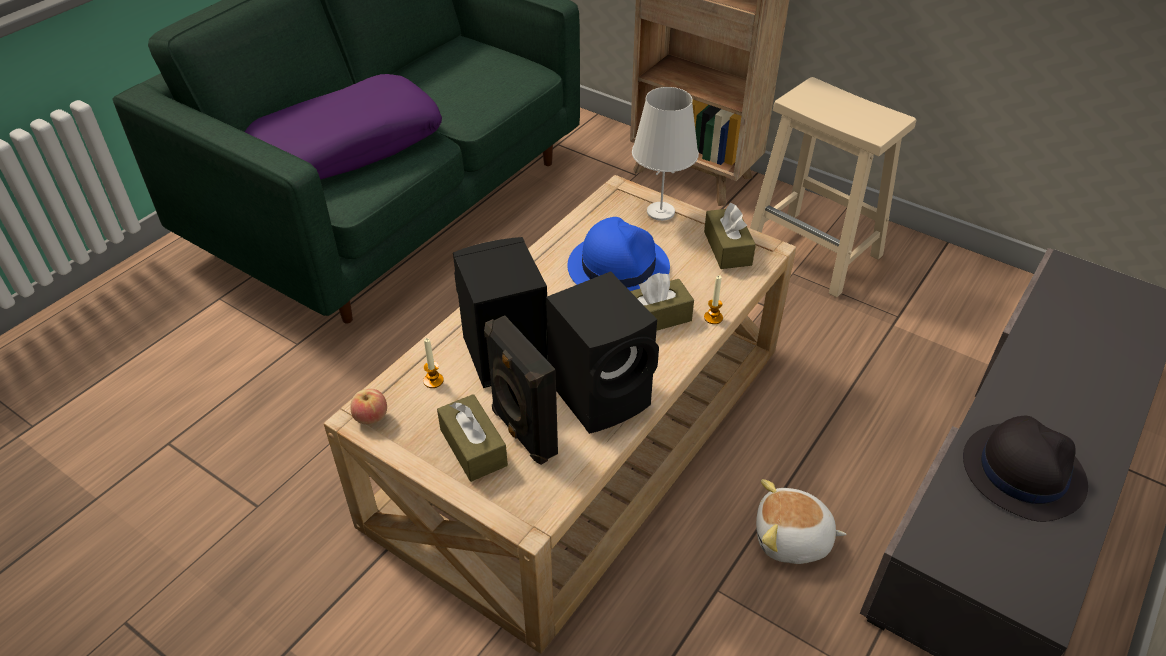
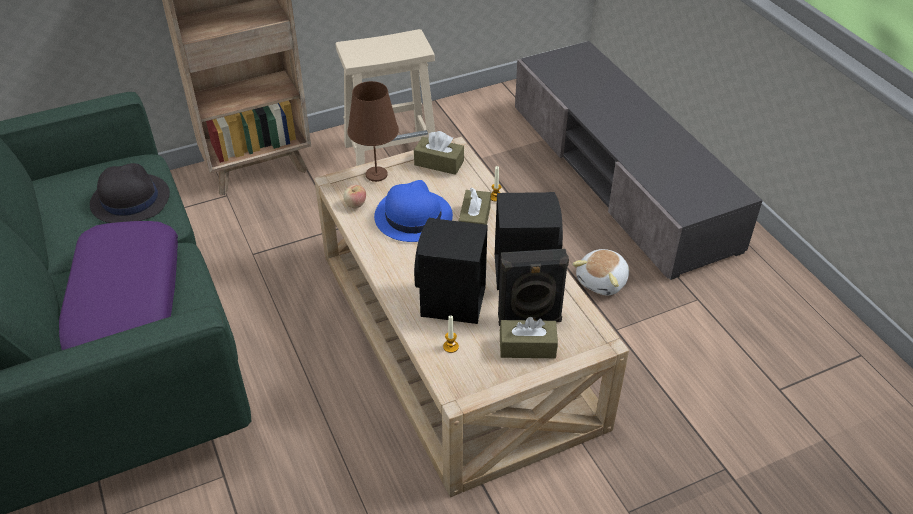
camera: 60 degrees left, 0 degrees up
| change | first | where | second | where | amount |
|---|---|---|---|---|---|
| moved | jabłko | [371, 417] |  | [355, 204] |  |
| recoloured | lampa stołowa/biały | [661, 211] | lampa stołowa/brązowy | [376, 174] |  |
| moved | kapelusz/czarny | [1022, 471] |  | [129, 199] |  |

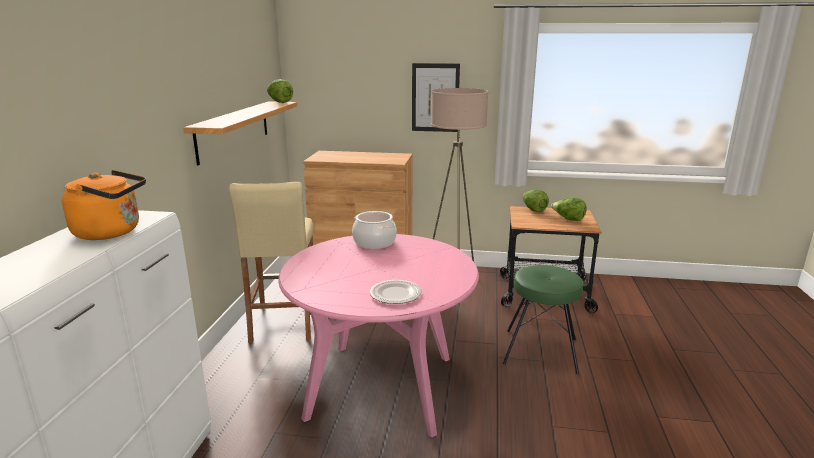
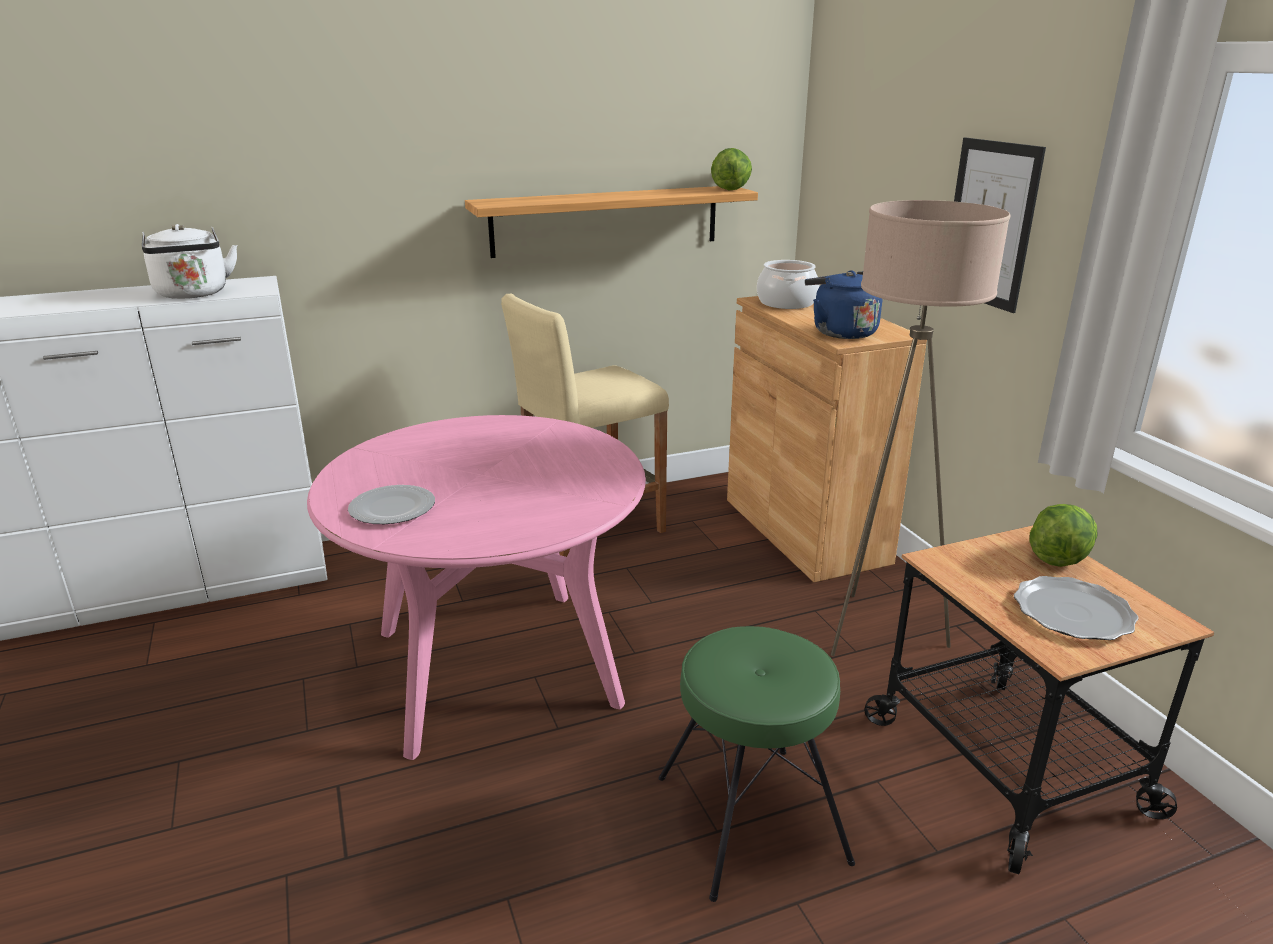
camera: 60 degrees right, 5 degrees up
| change | first | where | second | where | amount |
|---|---|---|---|---|---|
| recoloured | czajnik/pomarańczowy | [112, 232] | czajnik/biały | [193, 294] |  |
| moved | garnek | [375, 242] |  | [787, 303] |  |
| replaced | sałata | [568, 219] | talerz | [1072, 613] |  |
| added |  |  | czajnik/niebieski | [840, 332] |  |

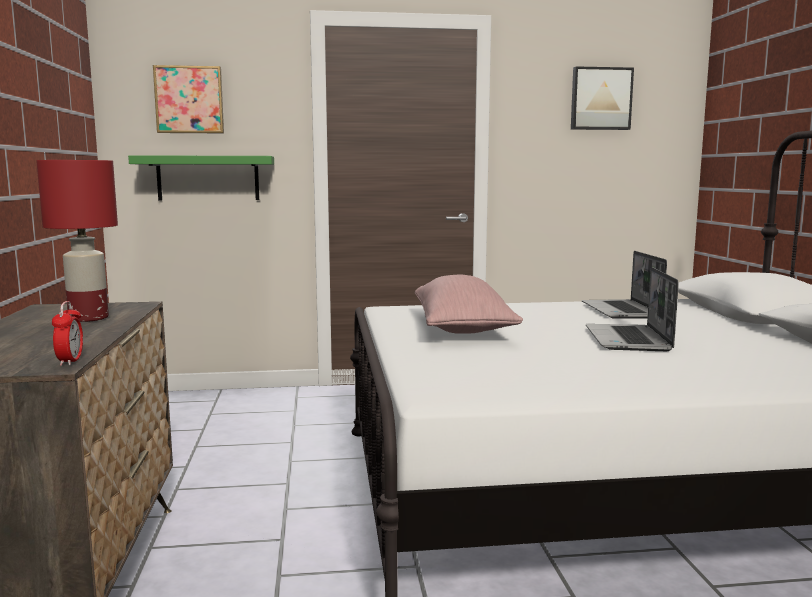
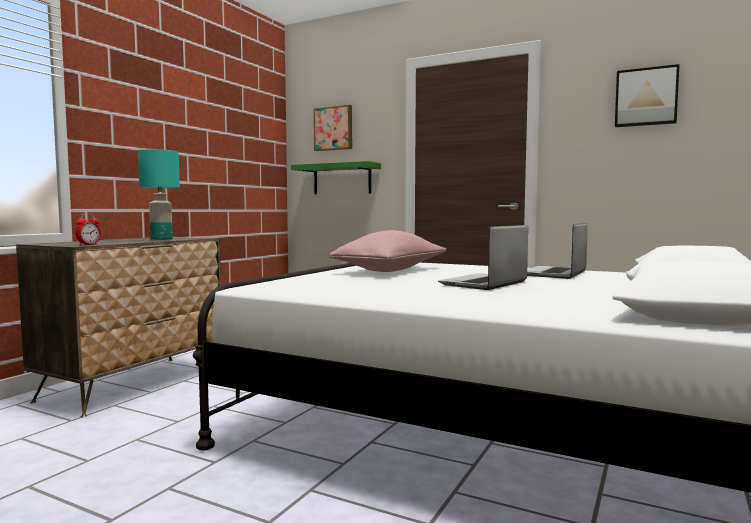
camera: 35 degrees right, 5 degrees down
| change | first | where | second | where | amount |
|---|---|---|---|---|---|
| recoloured | lampa stołowa/czerwony | [89, 318] | lampa stołowa/turkusowy | [162, 239] |  |

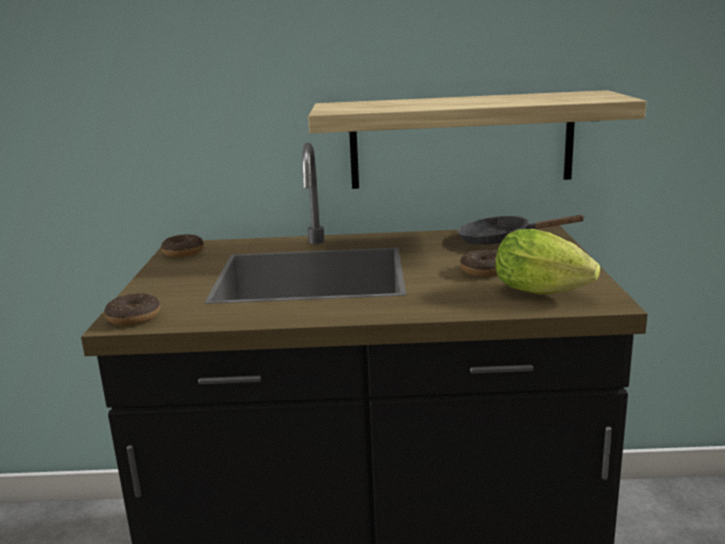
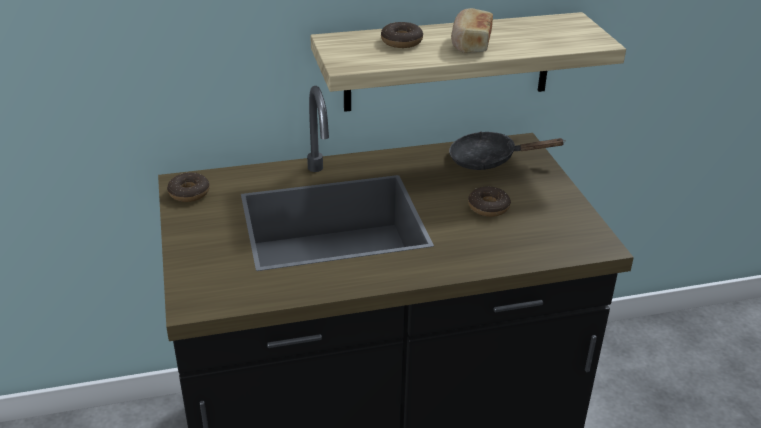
camera: 15 degrees left, 15 degrees up
| change | first | where | second | where | amount |
|---|---|---|---|---|---|
| moved | donut | [134, 317] |  | [401, 41] |  |
| removed | sałata | [546, 293] |  |  |  |
| added |  |  | chleb | [470, 43] |  |

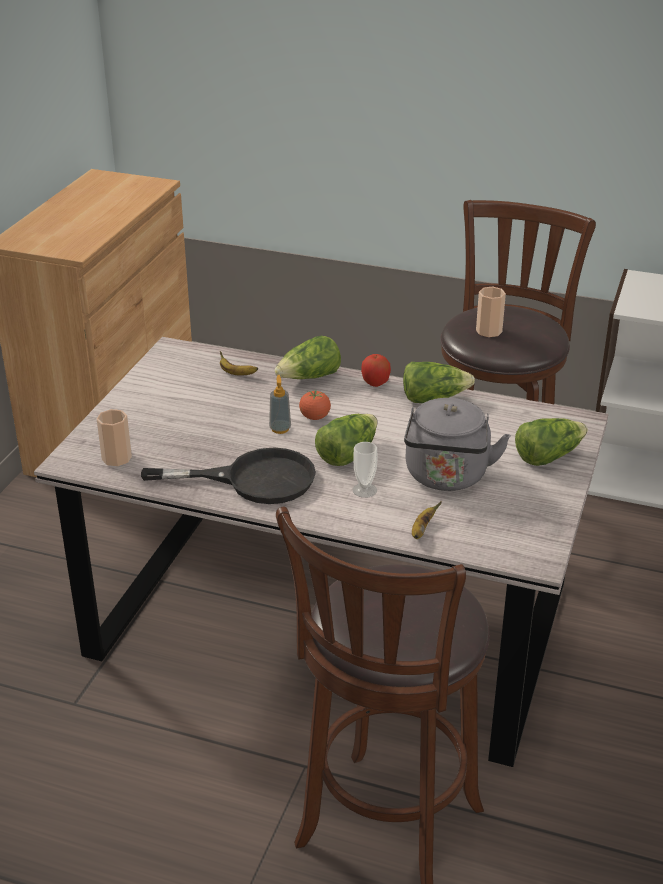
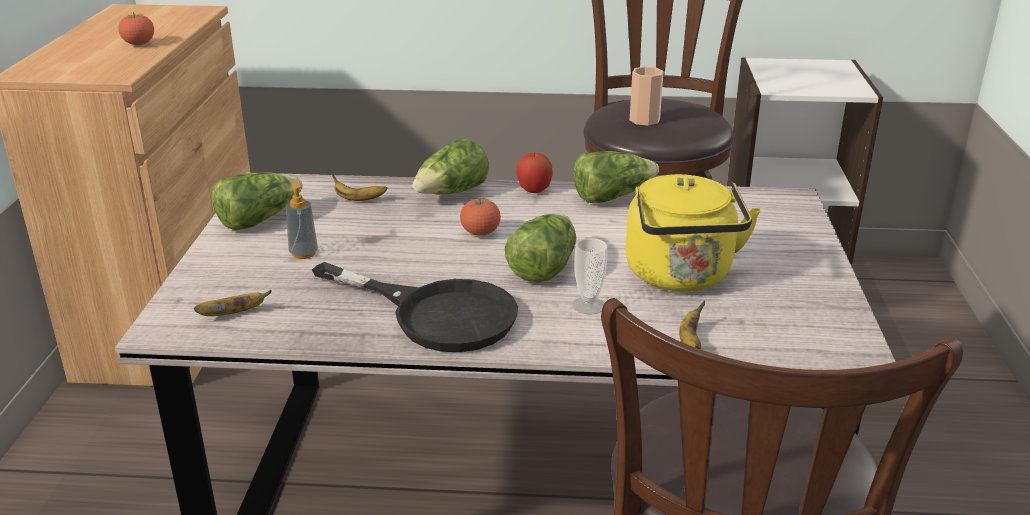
camera: 15 degrees left, 5 degrees down
| change | first | where | second | where | amount |
|---|---|---|---|---|---|
| replaced | filiżanka | [116, 458] | banan | [234, 314] |  |
| turned | patelnia/czarny | [253, 480] |  | [436, 314] | 45 degrees clockwise |
| moved | dozownik mydła | [280, 429] |  | [303, 253] |  |
| recoloured | czajnik/szary | [446, 477] | czajnik/żółty | [681, 277] |  |
| moved | sałata | [548, 456] |  | [258, 220] |  |
| added |  |  | pomidor | [139, 44] |  |

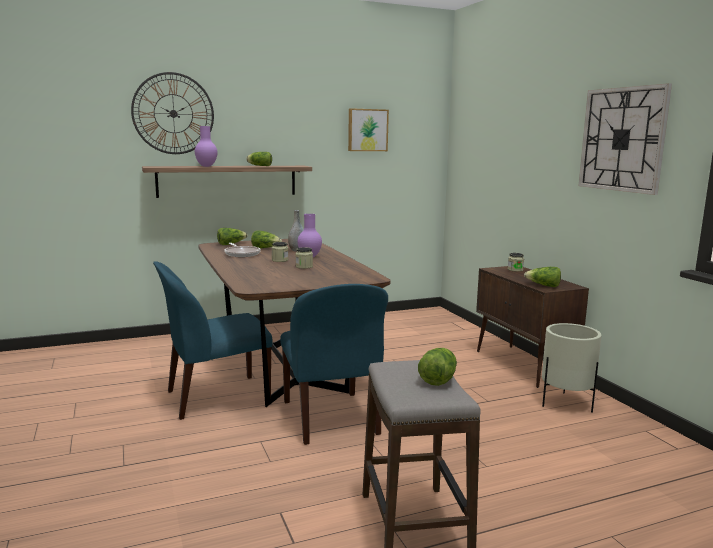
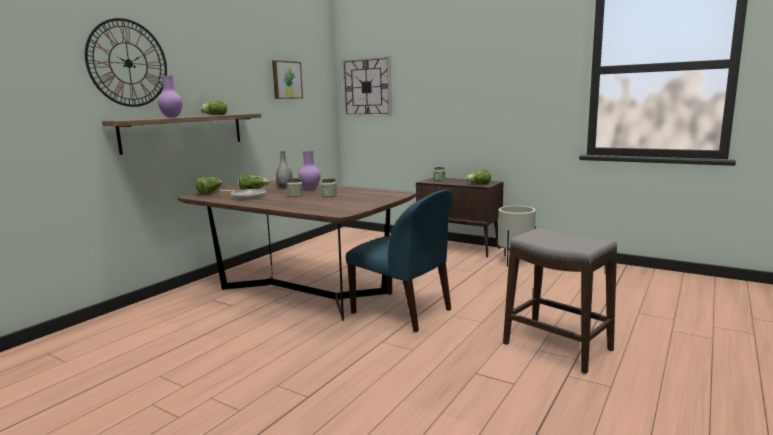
camera: 35 degrees left, 0 degrees up
| change | first | where | second | where | amount |
|---|---|---|---|---|---|
| removed | krzesło/niebieski | [215, 397] |  |  |  |
| removed | sałata | [437, 378] |  |  |  |
| moved | zegar ścienny | [622, 139] |  | [367, 87] |  |

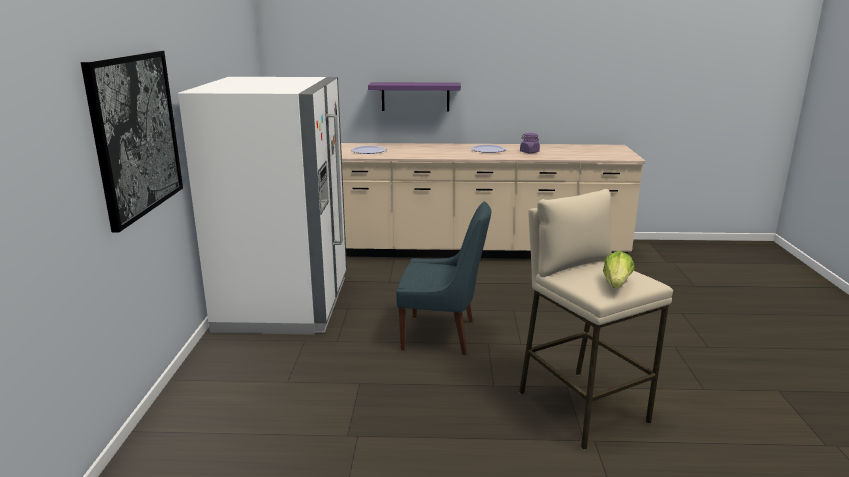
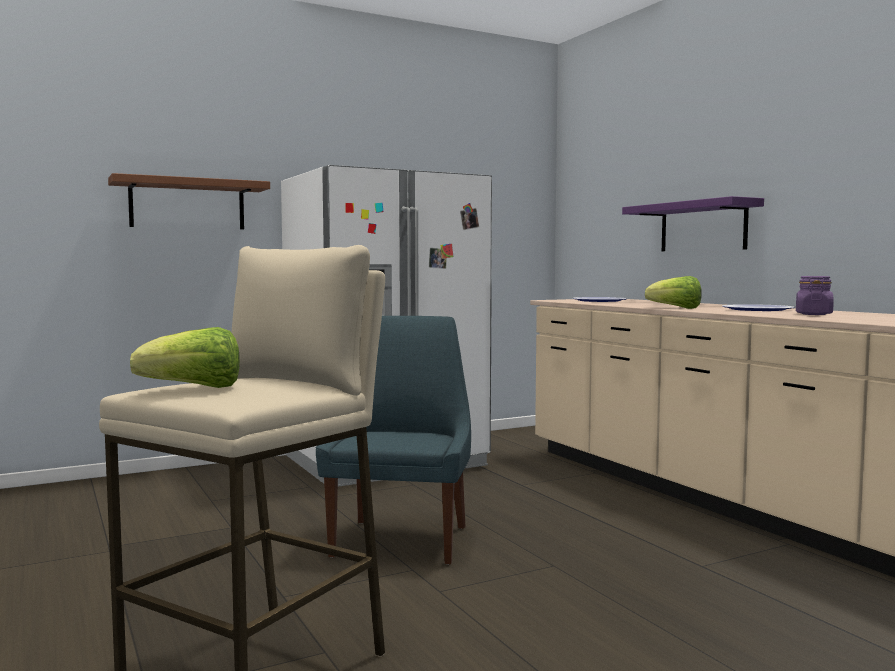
camera: 60 degrees right, 15 degrees down
| change | first | where | second | where | amount |
|---|---|---|---|---|---|
| replaced | obraz | [136, 135] | półka/brązowy | [187, 204] |  |
| turned | krzesło/niebieski | [442, 335] |  | [402, 539] | 150 degrees counterclockwise |
| added |  |  | sałata | [676, 308] |  |

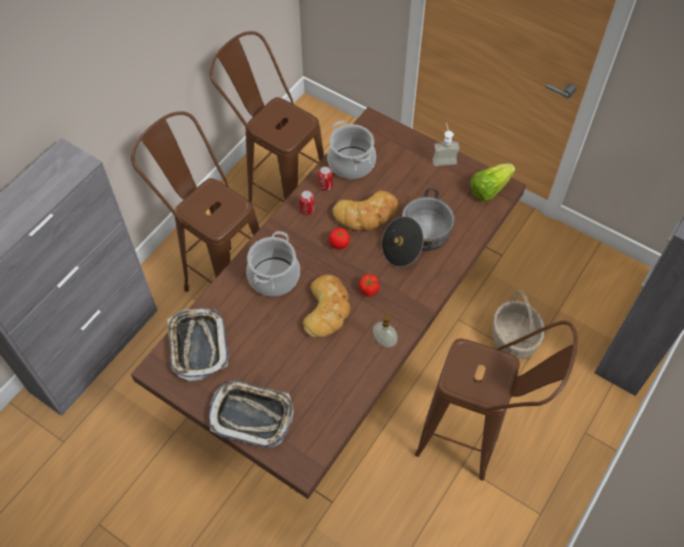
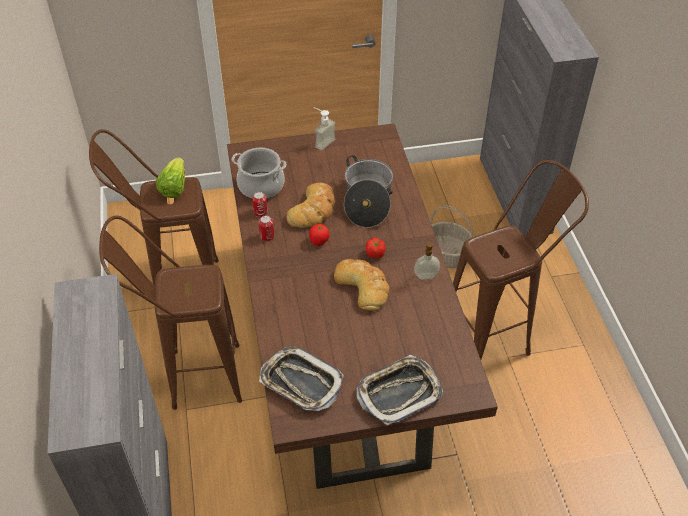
camera: 45 degrees left, 10 degrees down
| change | first | where | second | where | amount |
|---|---|---|---|---|---|
| removed | garnek | [273, 276] |  |  |  |
| moved | sałata | [489, 189] |  | [174, 187] |  |

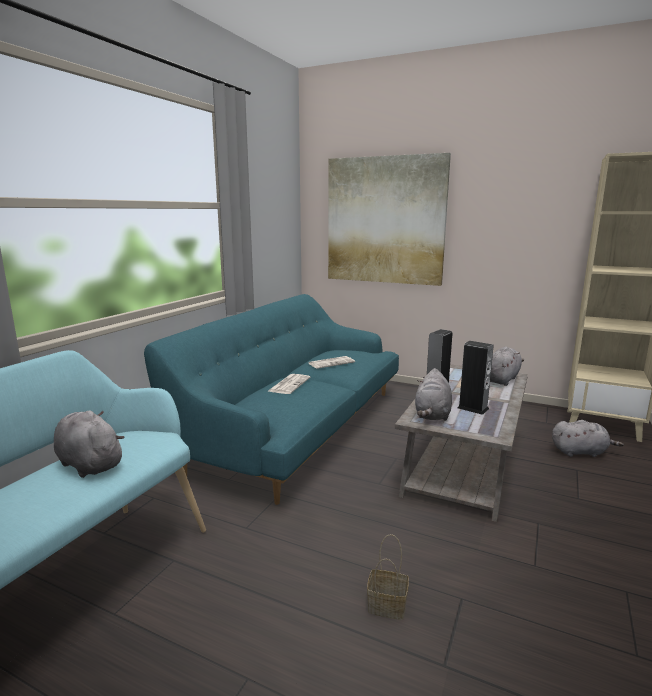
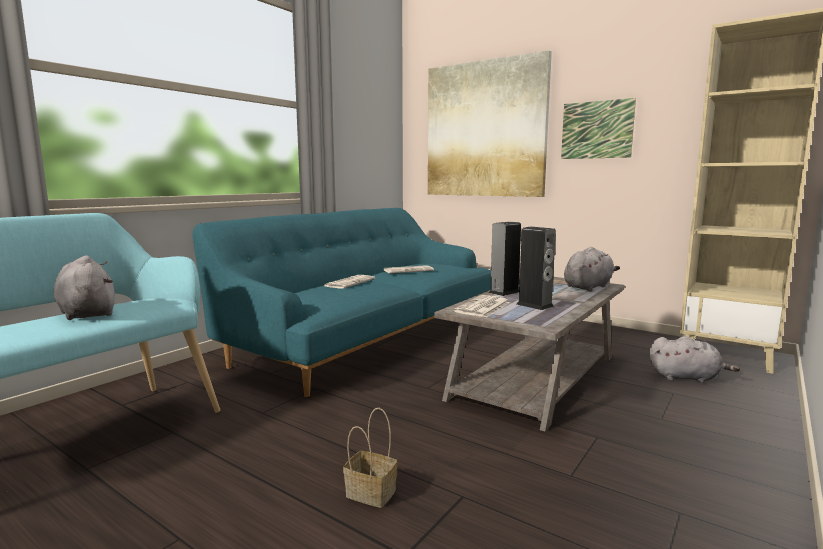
camera: 10 degrees right, 5 degrees down
| change | first | where | second | where | amount |
|---|---|---|---|---|---|
| replaced | pluszak/szary | [432, 414] | gazeta | [483, 307] |  |
| added |  |  | obraz | [596, 130] |  |

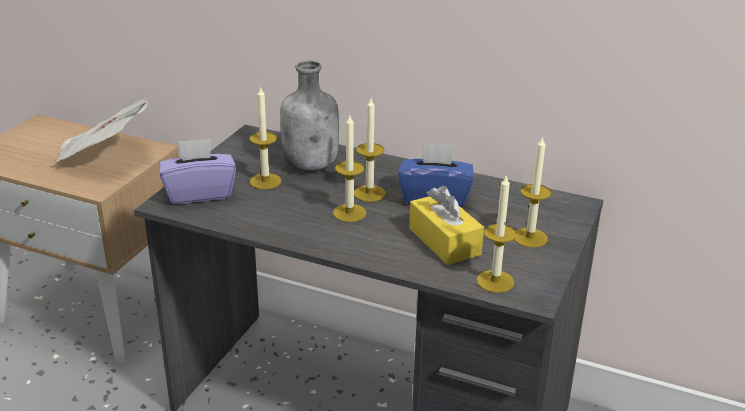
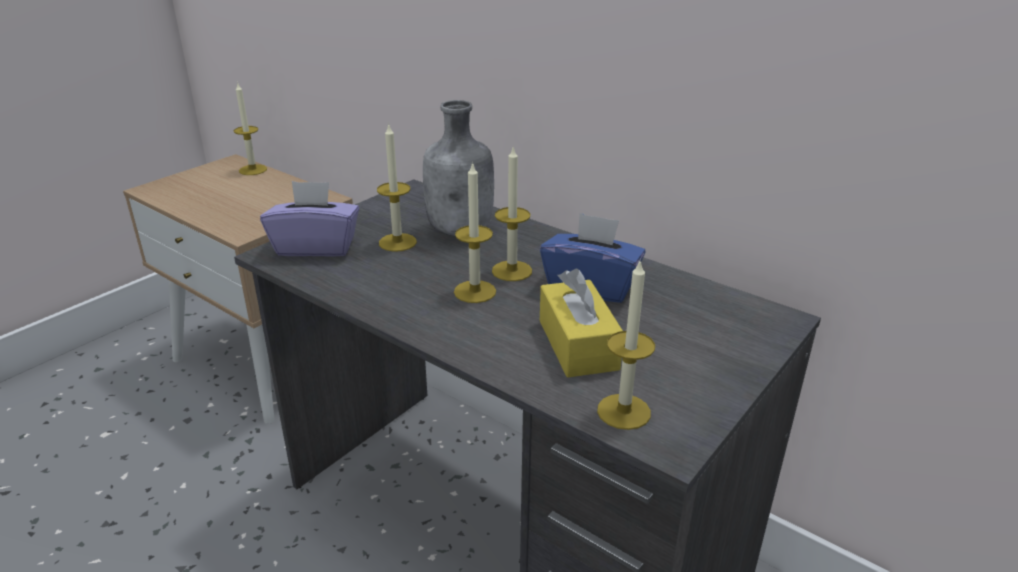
camera: 15 degrees right, 0 degrees up
| change | first | where | second | where | amount |
|---|---|---|---|---|---|
| removed | gazeta | [103, 155] |  |  |  |
| moved | świeca | [530, 237] |  | [253, 170] |  |

